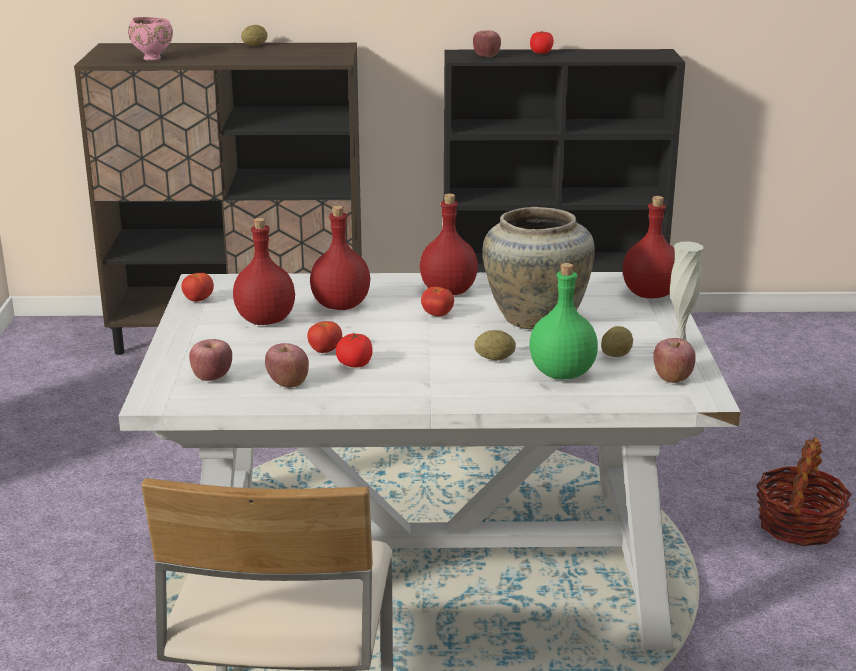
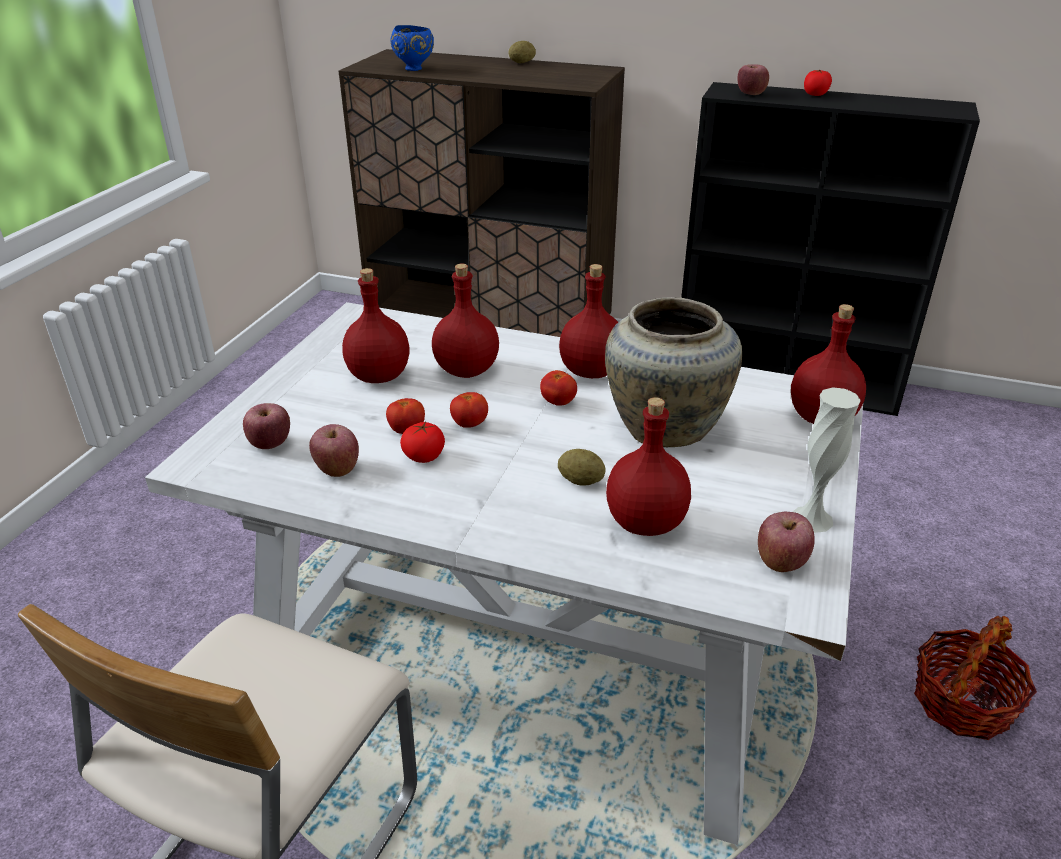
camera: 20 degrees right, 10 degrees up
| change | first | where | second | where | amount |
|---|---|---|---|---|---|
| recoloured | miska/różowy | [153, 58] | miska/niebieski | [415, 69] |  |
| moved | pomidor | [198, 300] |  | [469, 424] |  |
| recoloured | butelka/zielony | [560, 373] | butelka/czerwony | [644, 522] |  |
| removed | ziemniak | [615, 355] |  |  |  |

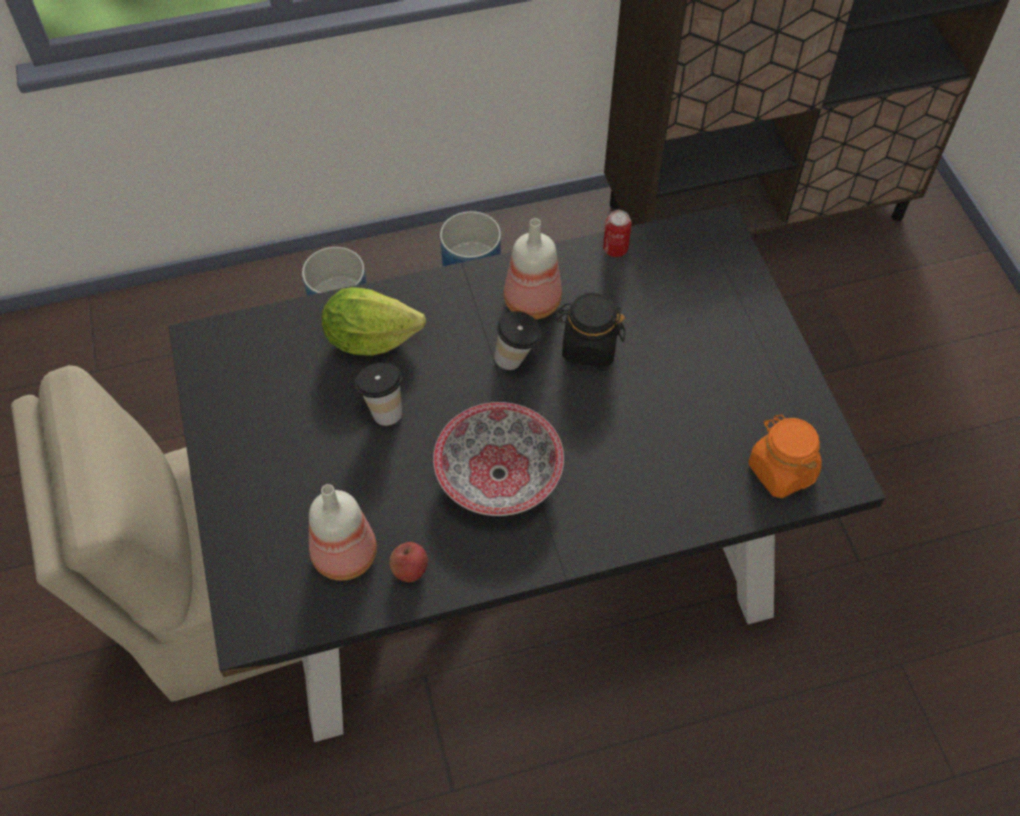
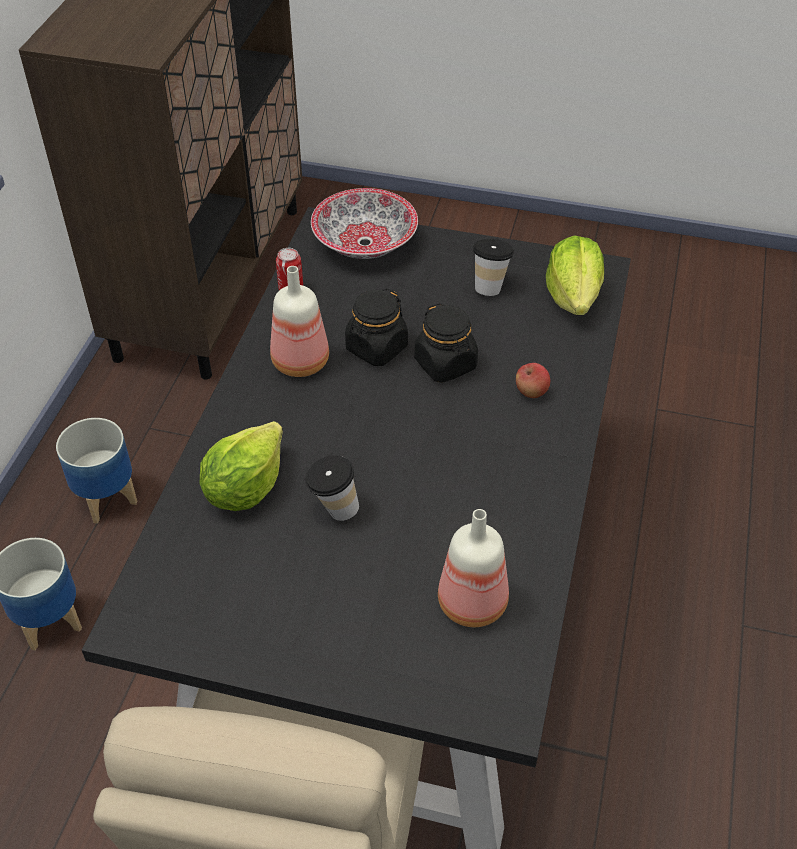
camera: 60 degrees left, 10 degrees down
| change | first | where | second | where | amount |
|---|---|---|---|---|---|
| moved | jabłko | [410, 570] |  | [531, 392] |  |
| moved | miska | [499, 475] |  | [366, 243] |  |
| moved | filiżanka | [517, 359] |  | [490, 286] |  |
| replaced | słoik/pomarańczowy | [781, 470] | sałata | [573, 297] |  |
| added |  |  | słoik/czarny | [446, 364] |  |

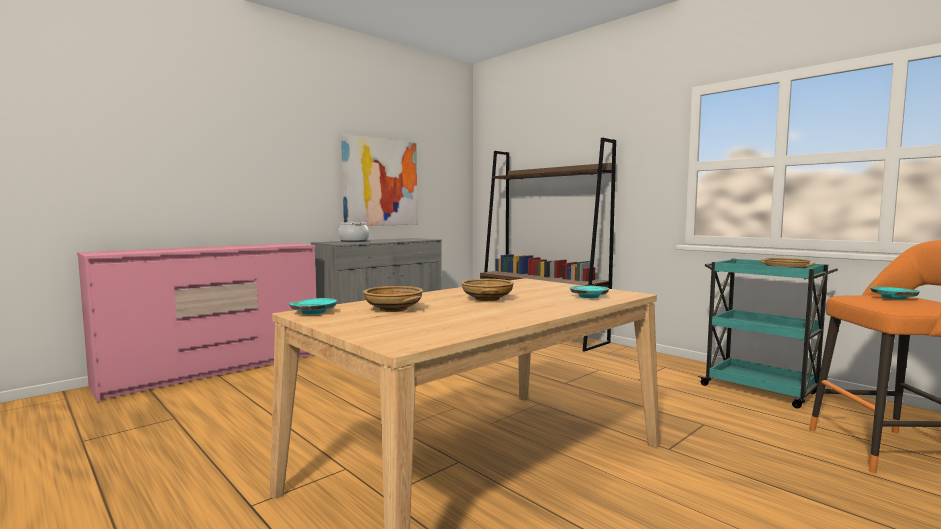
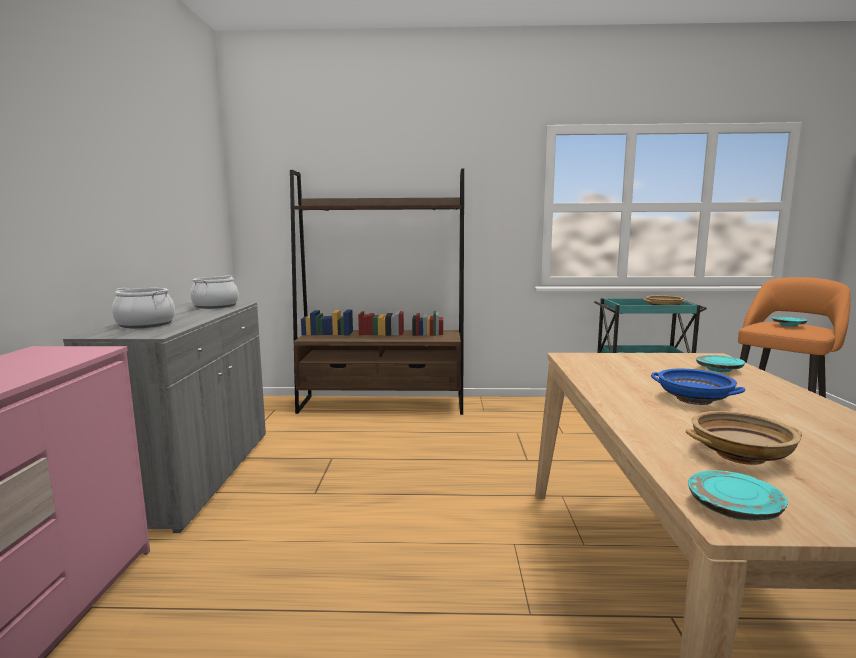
camera: 45 degrees left, 5 degrees up
| change | first | where | second | where | amount |
|---|---|---|---|---|---|
| removed | obraz | [380, 182] |  |  |  |
| recoloured | miska/beżowy | [486, 299] | miska/niebieski | [693, 399] |  |
| added |  |  | garnek | [215, 306] |  |

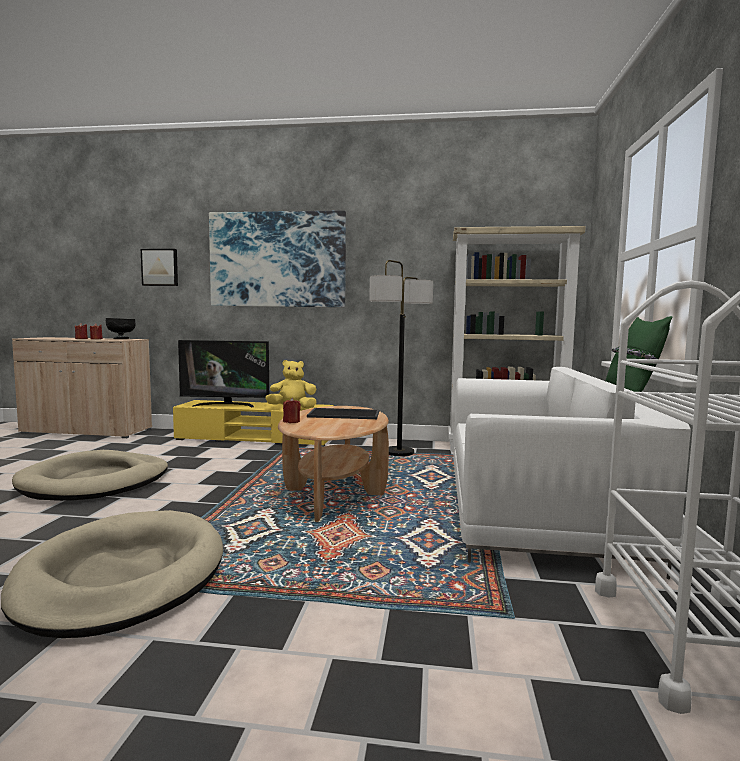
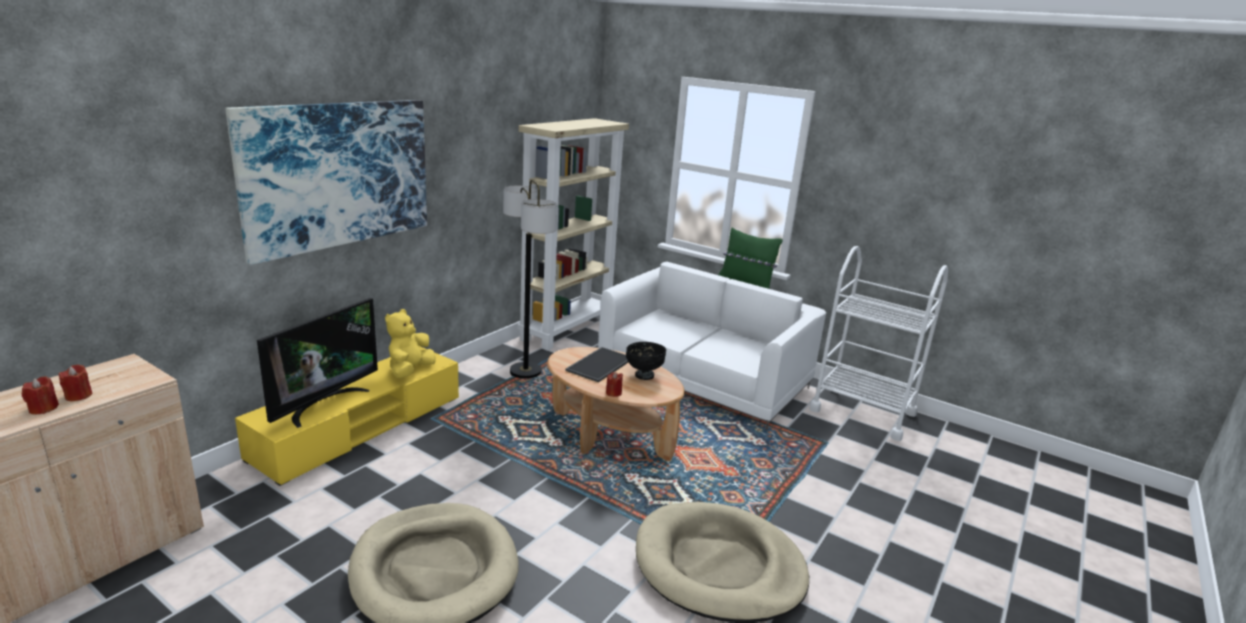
camera: 65 degrees left, 15 degrees up
| change | first | where | second | where | amount |
|---|---|---|---|---|---|
| moved | miska/czarny | [121, 339] |  | [644, 375] |  |
| removed | obraz | [160, 267] |  |  |  |

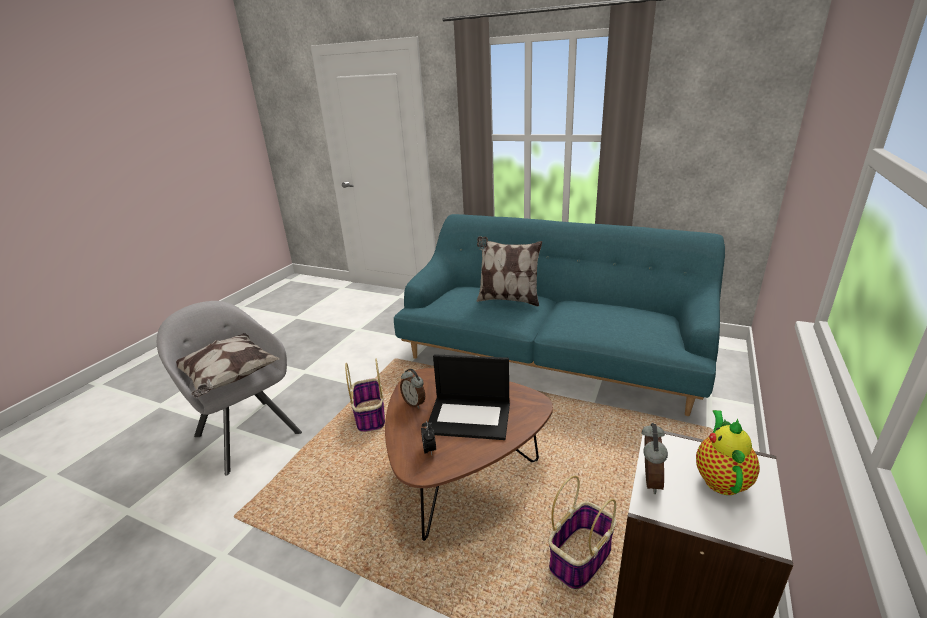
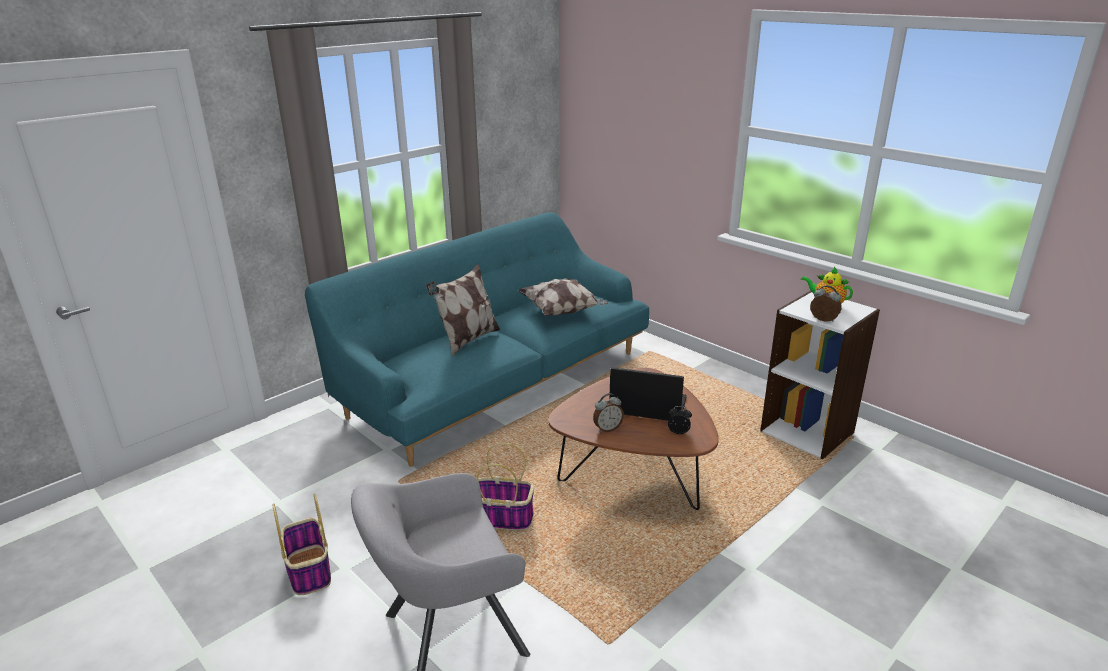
camera: 70 degrees left, 0 degrees up
| change | first | where | second | where | amount |
|---|---|---|---|---|---|
| moved | poduszka | [229, 378] |  | [562, 311] |  |
| turned | laptop | [470, 417] |  | [647, 405] | 105 degrees counterclockwise |
| moved | koszyk | [580, 557] |  | [308, 570] |  |

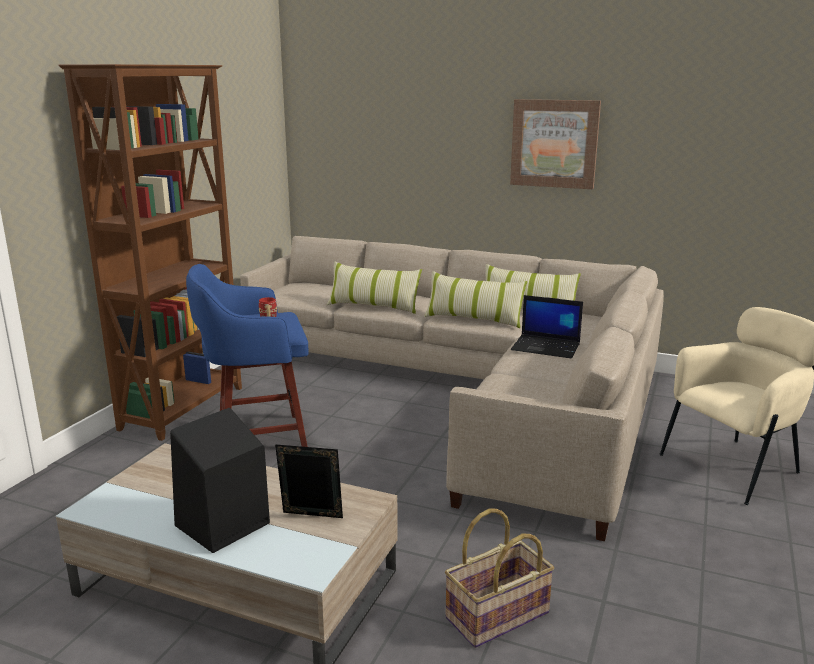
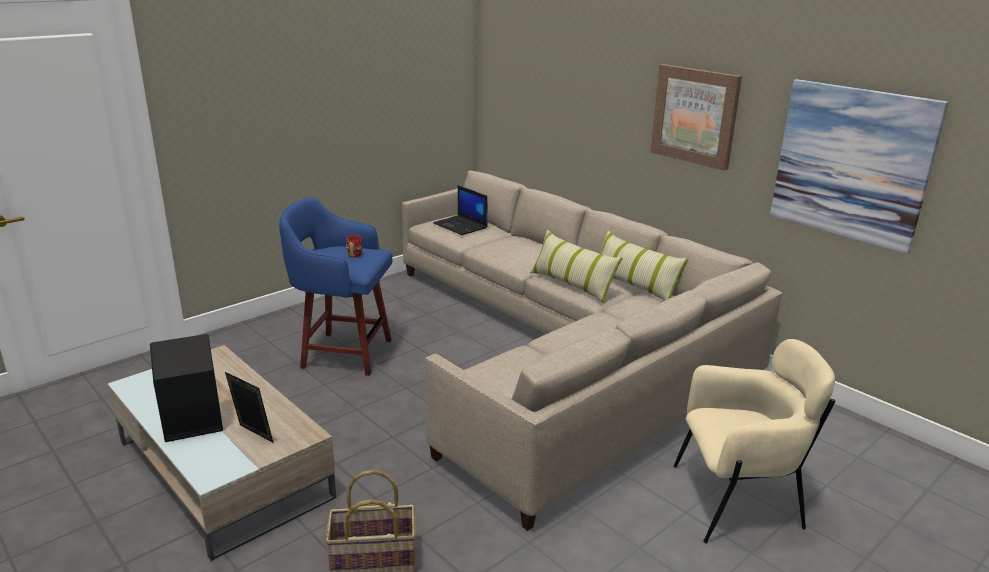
camera: 25 degrees right, 5 degrees up
| change | first | where | second | where | amount |
|---|---|---|---|---|---|
| removed | regał/brązowy | [185, 408] |  |  |  |
| removed | poduszka | [373, 306] |  |  |  |
| moved | laptop | [547, 347] |  | [461, 226] |  |
| added |  |  | obraz | [851, 163] |  |

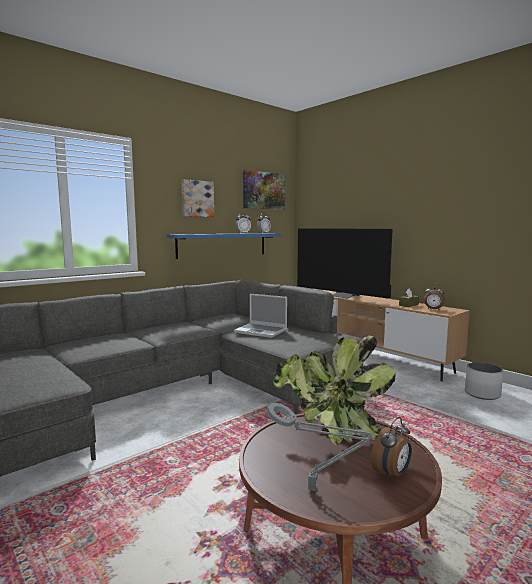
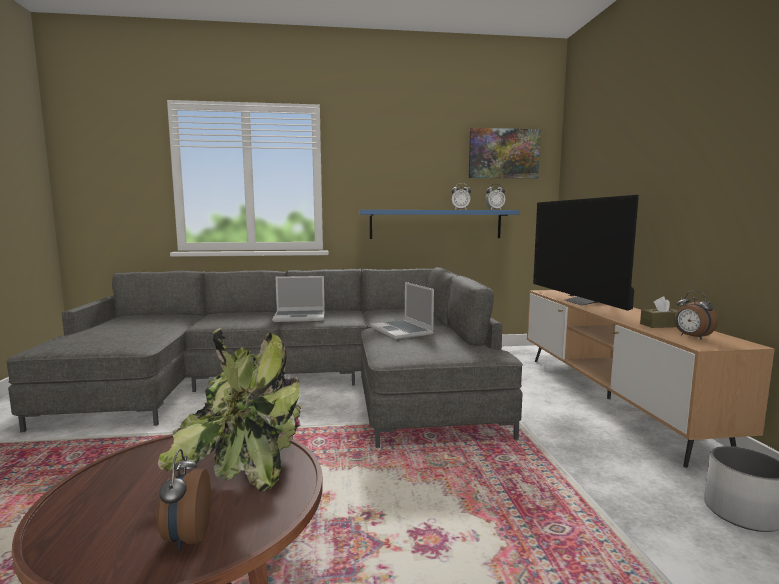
camera: 35 degrees right, 0 degrees up
| change | first | where | second | where | amount |
|---|---|---|---|---|---|
| removed | obraz | [197, 198] |  |  |  |
| removed | lampa stołowa/szary | [316, 489] |  |  |  |
| turned | budzik | [392, 474] |  | [186, 537] | 90 degrees clockwise |
| added |  |  | laptop | [300, 317] |  |

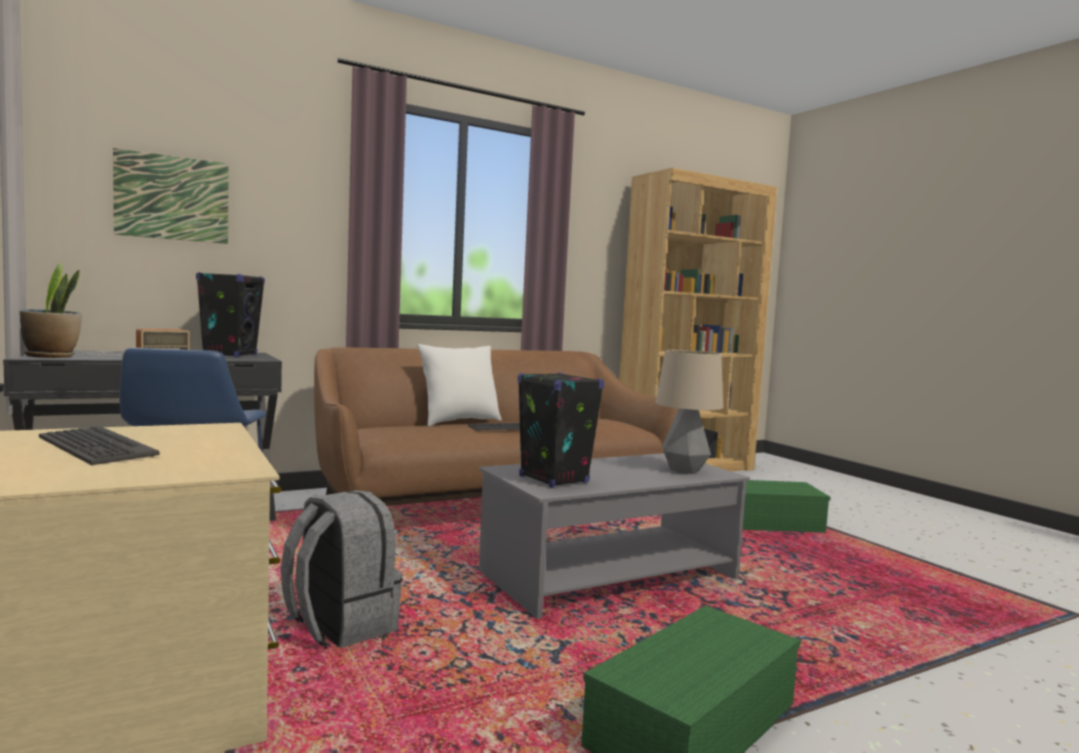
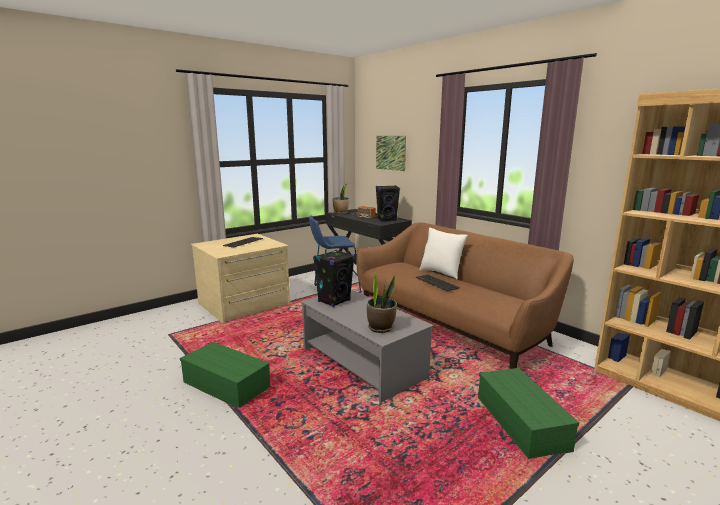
camera: 80 degrees right, 10 degrees up
| change | first | where | second | where | amount |
|---|---|---|---|---|---|
| removed | plecak/szary | [339, 627] |  |  |  |
| replaced | lampa stołowa | [684, 470] | roślina doniczkowa | [381, 328] |  |

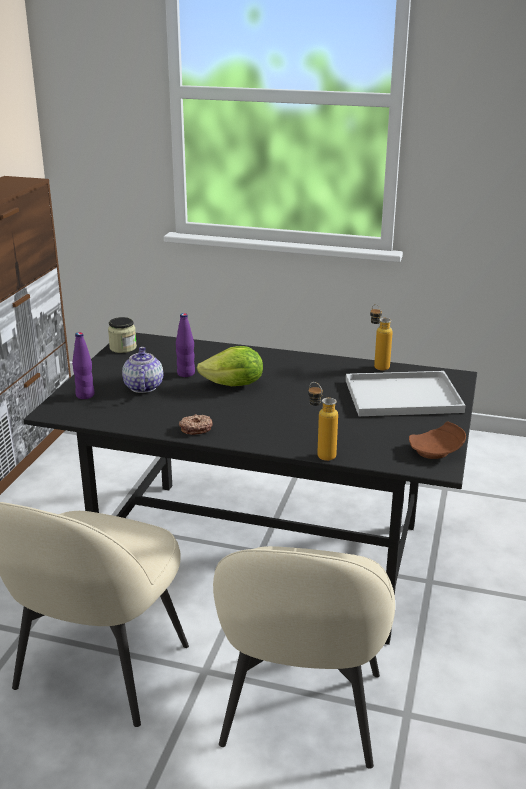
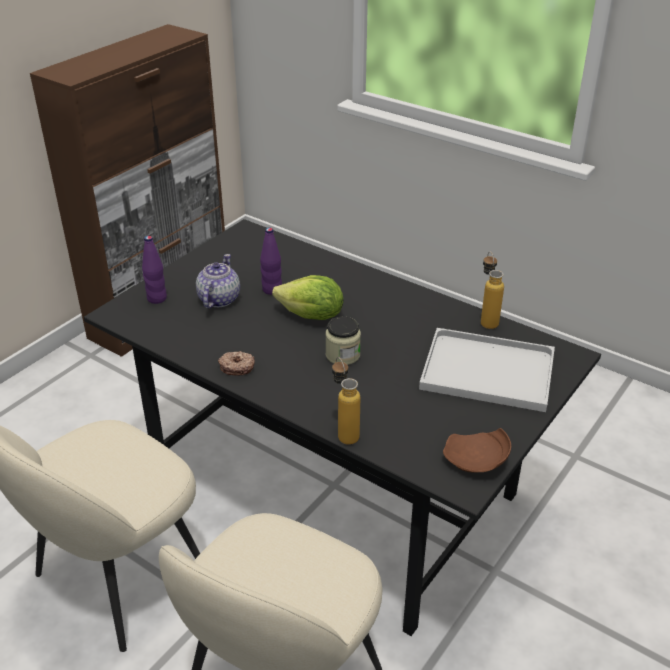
camera: 20 degrees right, 10 degrees up
| change | first | where | second | where | amount |
|---|---|---|---|---|---|
| moved | słoik | [123, 348] |  | [342, 355] |  |

